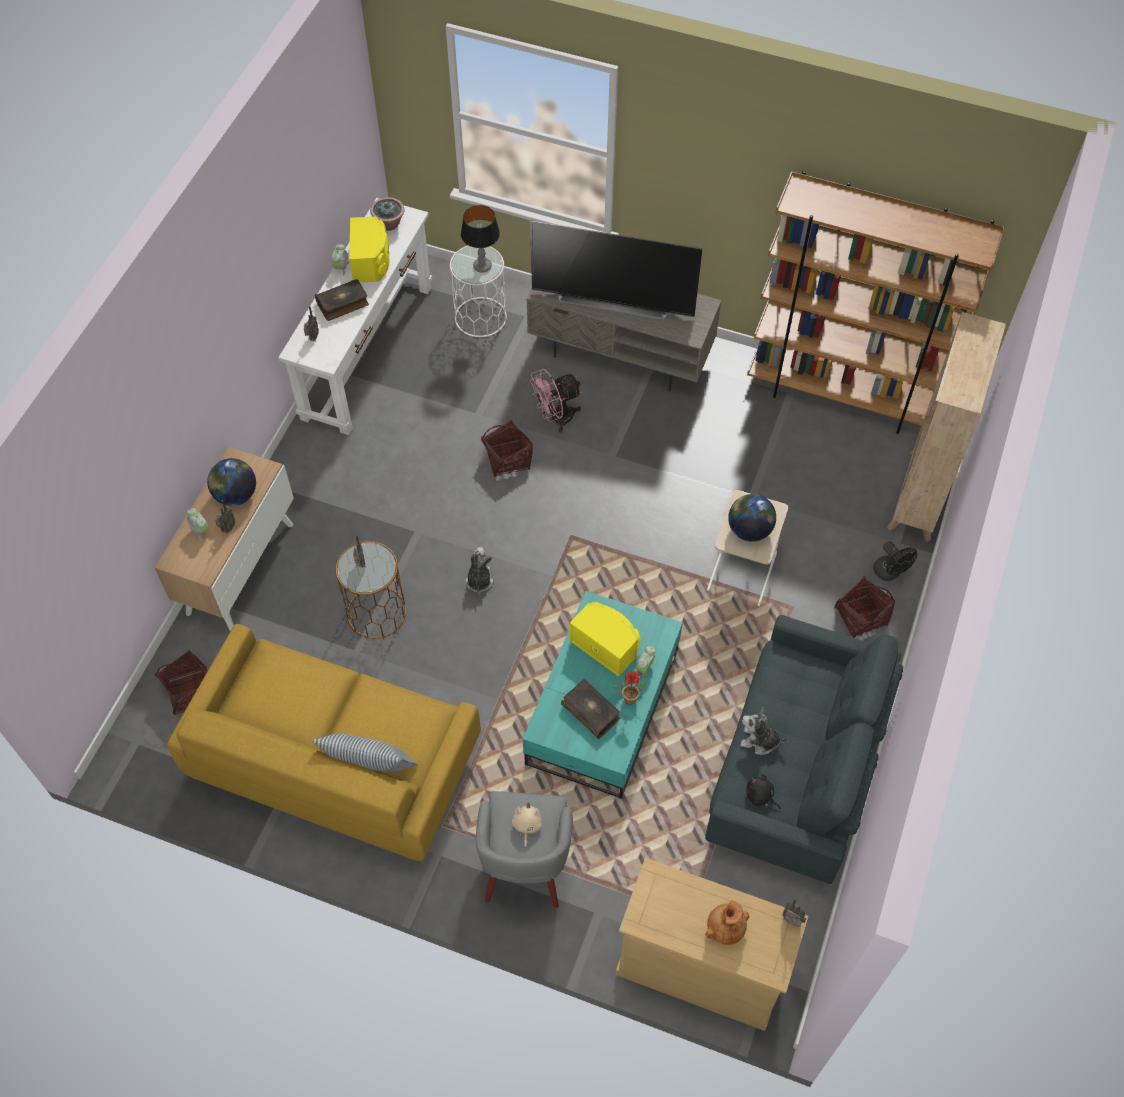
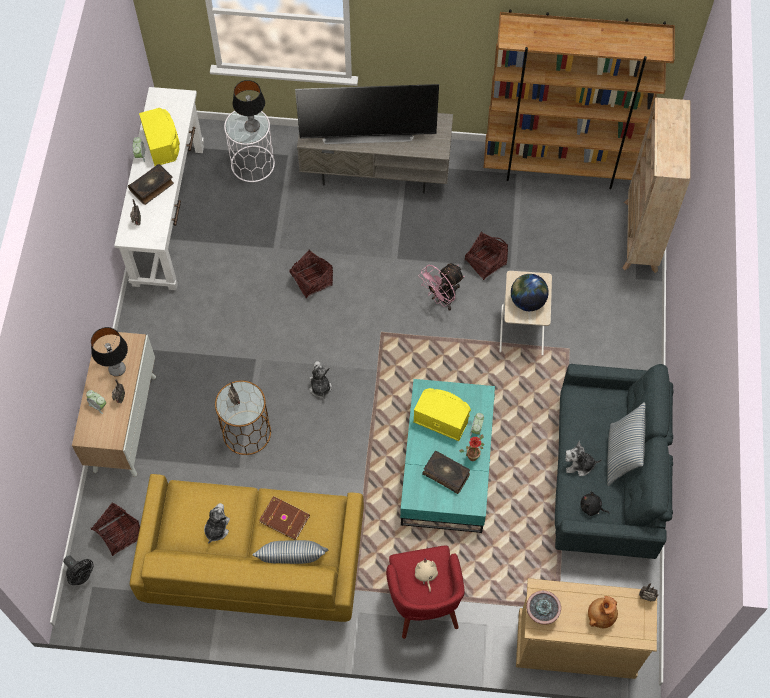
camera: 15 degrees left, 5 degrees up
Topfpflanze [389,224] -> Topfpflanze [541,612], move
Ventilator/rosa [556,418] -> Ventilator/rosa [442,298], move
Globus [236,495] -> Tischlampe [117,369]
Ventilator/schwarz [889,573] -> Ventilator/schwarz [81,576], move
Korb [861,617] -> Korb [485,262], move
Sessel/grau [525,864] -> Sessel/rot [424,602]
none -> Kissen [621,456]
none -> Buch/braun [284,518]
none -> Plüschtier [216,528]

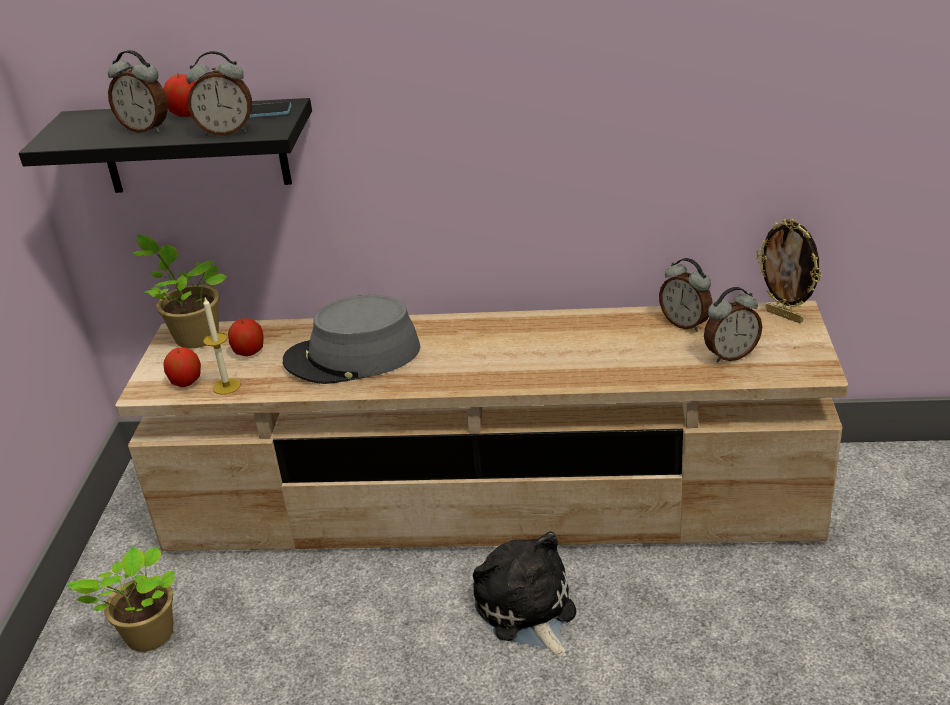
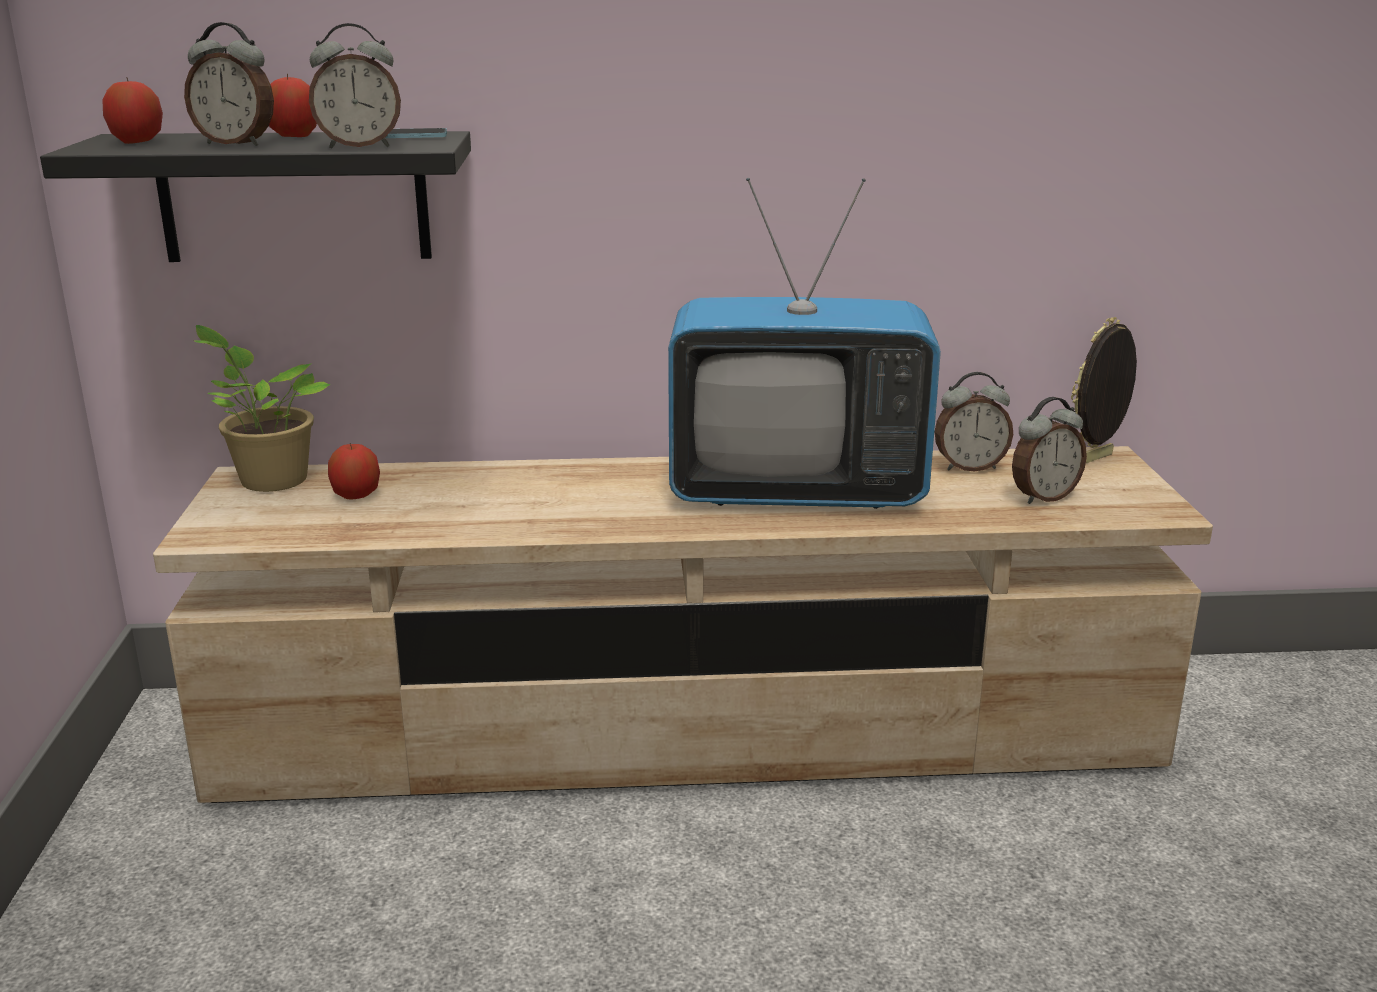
camera: 10 degrees left, 10 degrees down
Bilderrahmen [785,316] -> Bilderrahmen [1096,460], 105 degrees clockwise
Wecker [685,324] -> Wecker [969,467], 45 degrees counterclockwise
Hut/grau [352,356] -> none
Kerze [226,386] -> none
Apfel [186,382] -> Apfel [137,141], move
Plüschtier [527,611] -> none
Topfpflanze [146,637] -> none
none -> Fernseher [796,492]

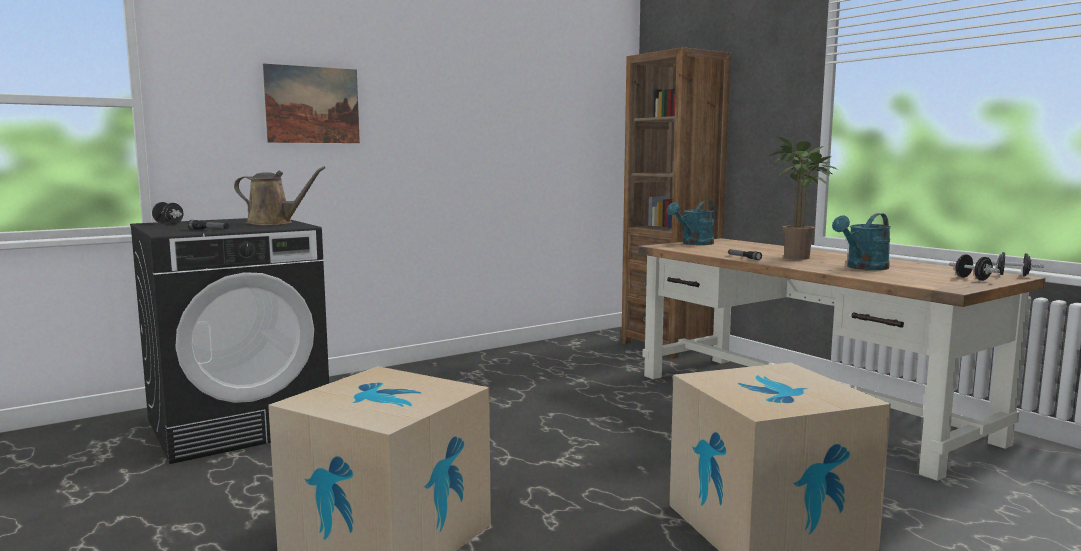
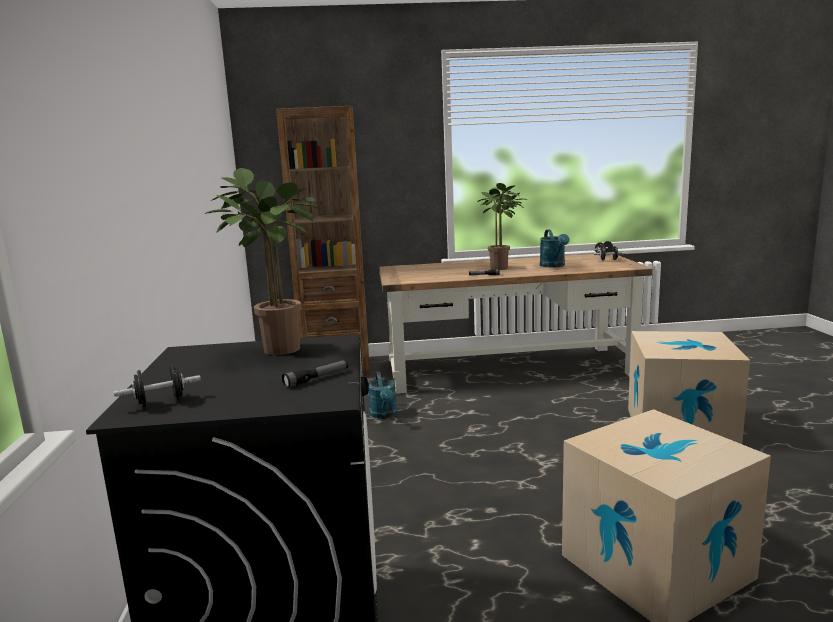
camera: 60 degrees left, 5 degrees up
Bild [312,105] -> none
Gießkanne/braun [274,223] -> Topfpflanze [274,350]
Gießkanne/türkis [694,243] -> Gießkanne/türkis [384,415], move

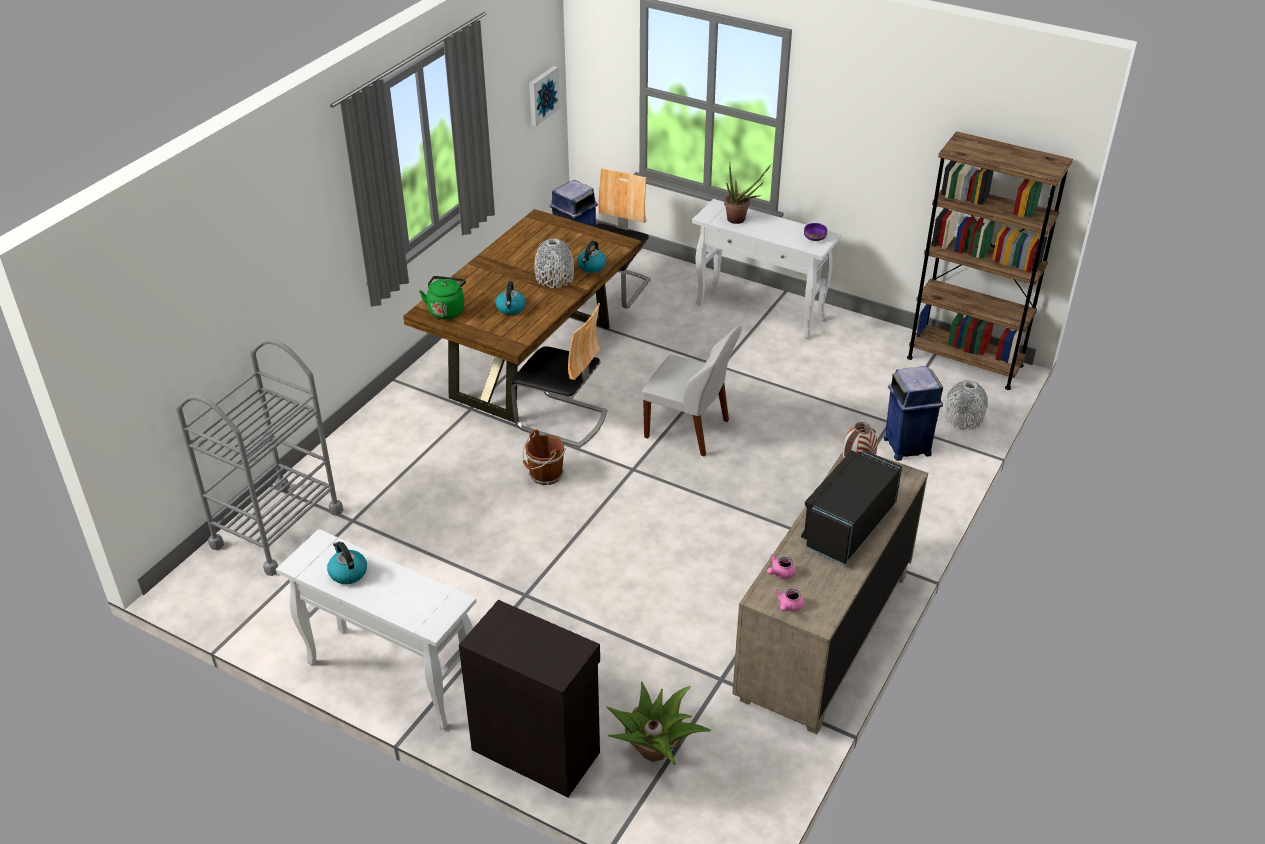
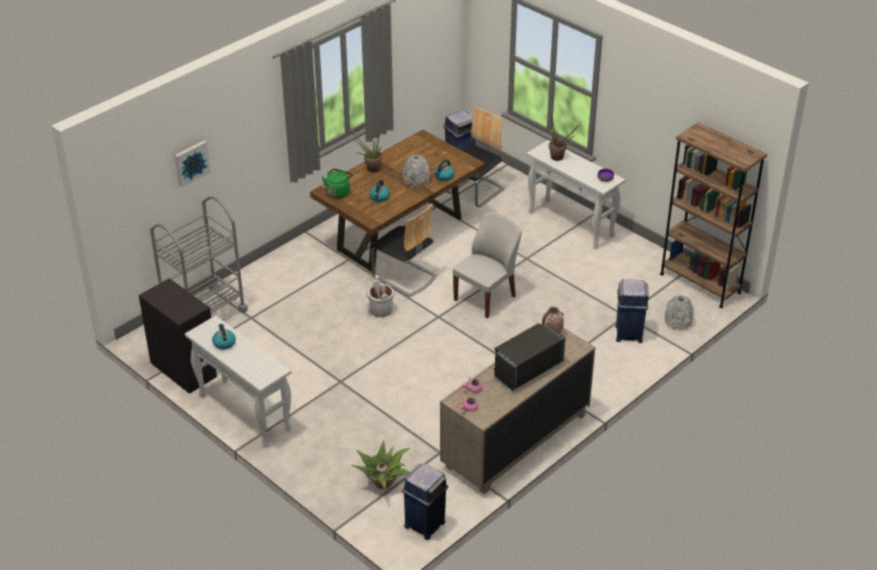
camera: 15 degrees right, 0 degrees up
Bild [542,95] -> Bild [191,162], move
Stuhl/weiß [689,430] -> Stuhl/weiß [486,297], 90 degrees counterclockwise
Eimer/braun [544,475] -> Eimer/weiß [380,310]
Schrank/schwarz [536,749] -> Schrank/schwarz [184,369], move
none -> Topfpflanze [370,168]
none -> Mülleimer/blau [425,524]

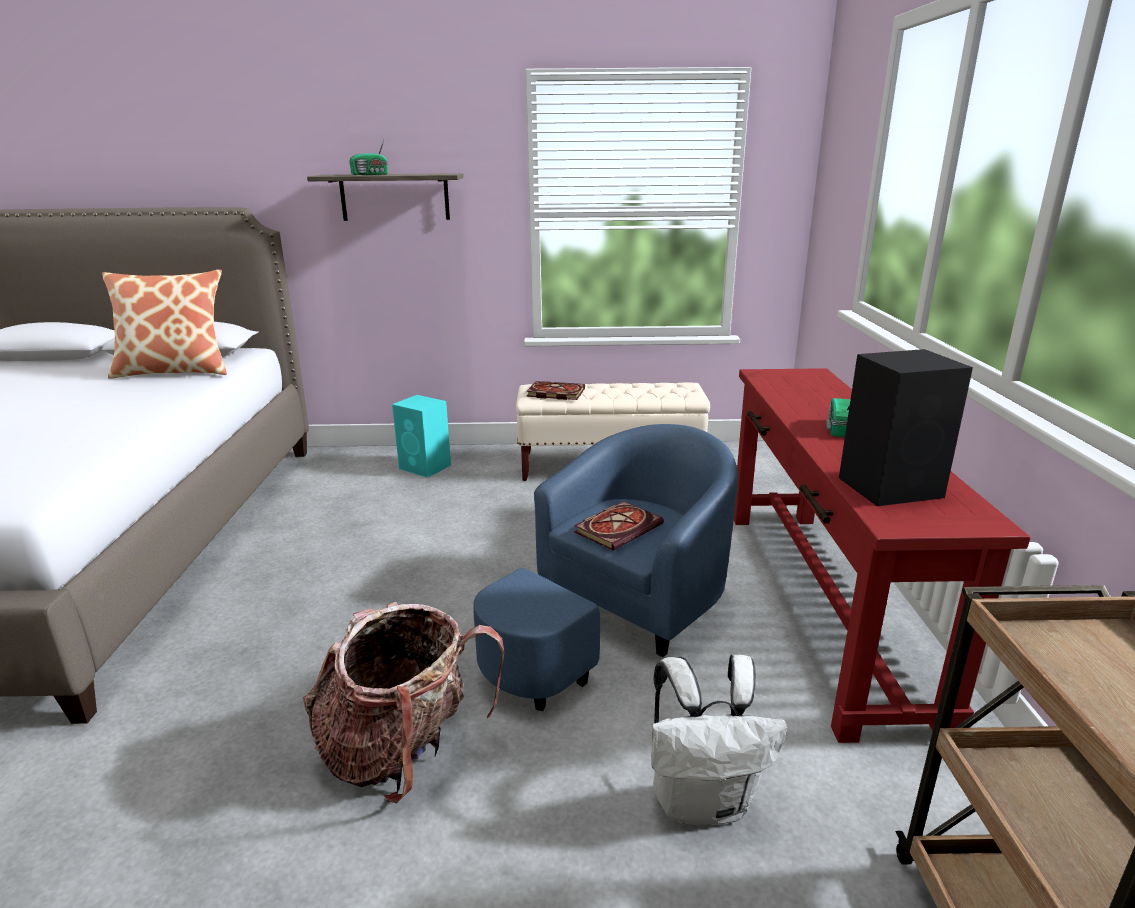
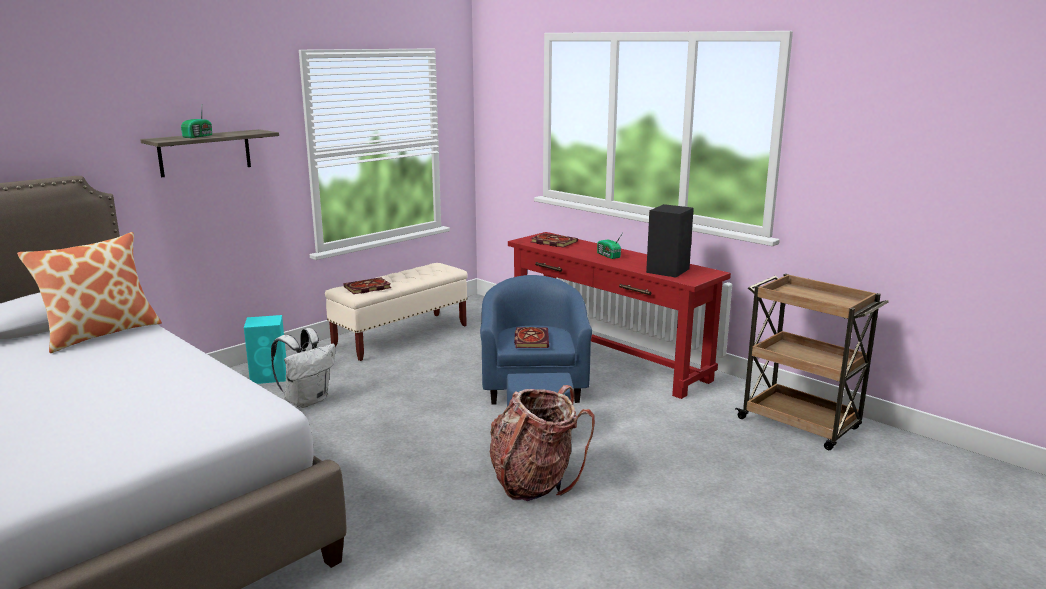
camera: 45 degrees left, 5 degrees down
Rucksack/weiß [703,800] -> Rucksack/weiß [307,400], move
none -> Buch [552,242]

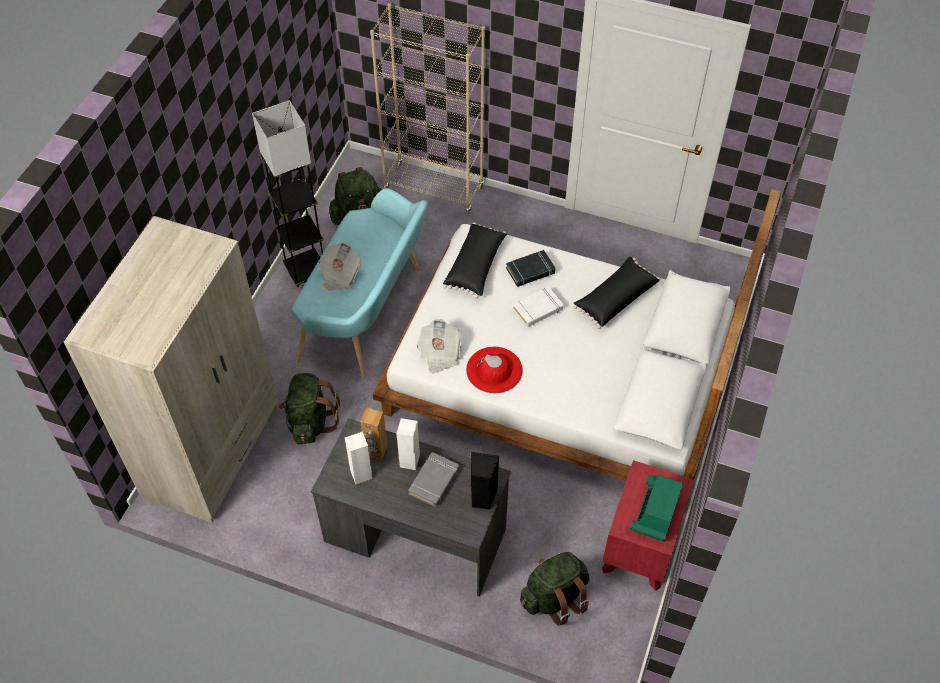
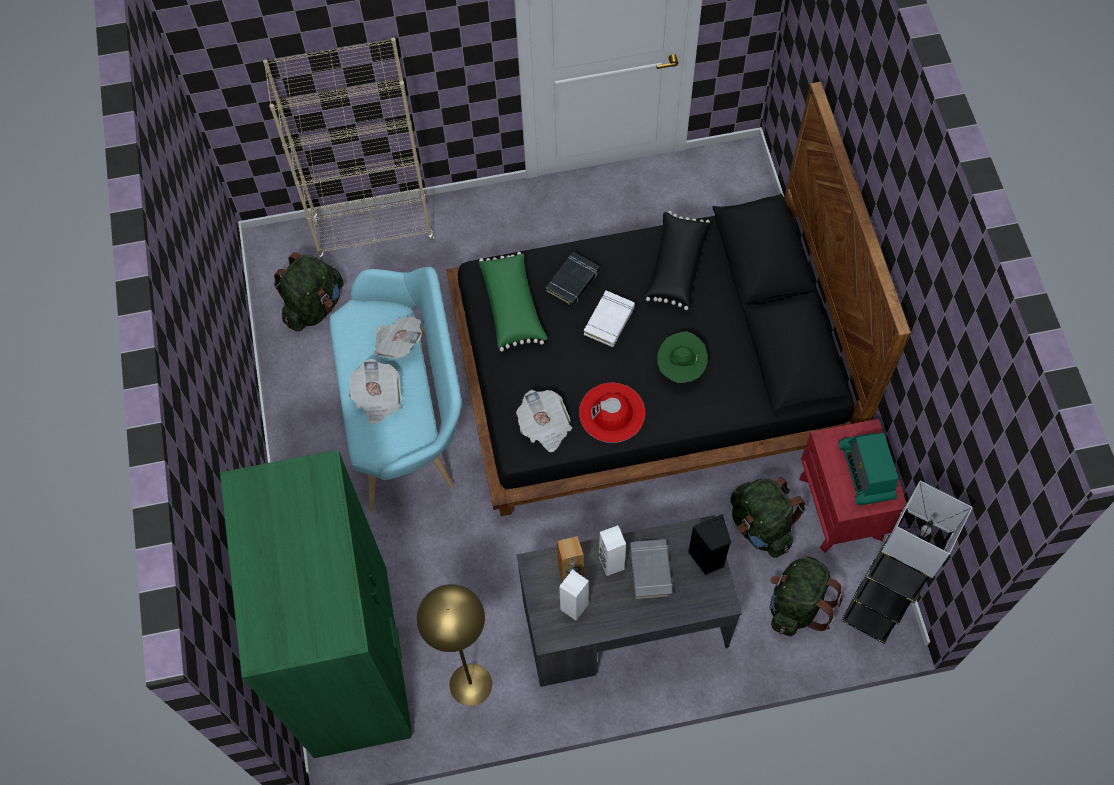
camera: 30 degrees left, 10 degrees up
Stehlampe/grau [306,270] -> Stehlampe/grau [871,614], move
Bett/weiß [560,374] -> Bett/schwarz [648,370]
Kleiderschrank/beige [213,450] -> Kleiderschrank/grün [353,661]
Kissen/schwarz [476,266] -> Kissen/grün [513,307]
Rucksack/grün [310,422] -> Rucksack/grün [761,526], move
none -> Zeitung [398,343]
none -> Hut/grün [680,367]
none -> Stehlampe/gelb [470,684]

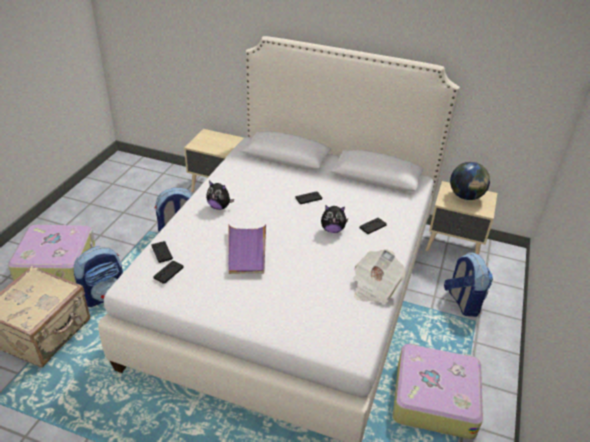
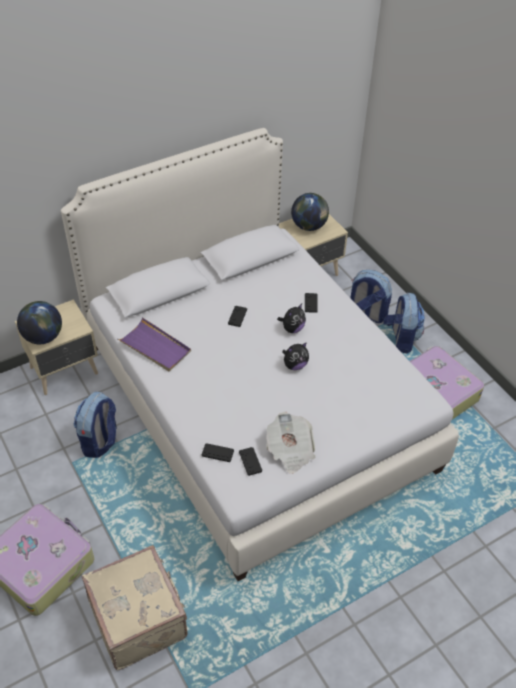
camera: 50 degrees left, 10 degrees up
Plüschtier [219,207] -> Plüschtier [295,365], move
Tablett/lila [246,251] -> Tablett/lila [155,347], move
Rucksack [104,295] -> Rucksack [401,338], move
Zeitung [374,287] -> Zeitung [290,451], move
none -> Globus [43,337]

